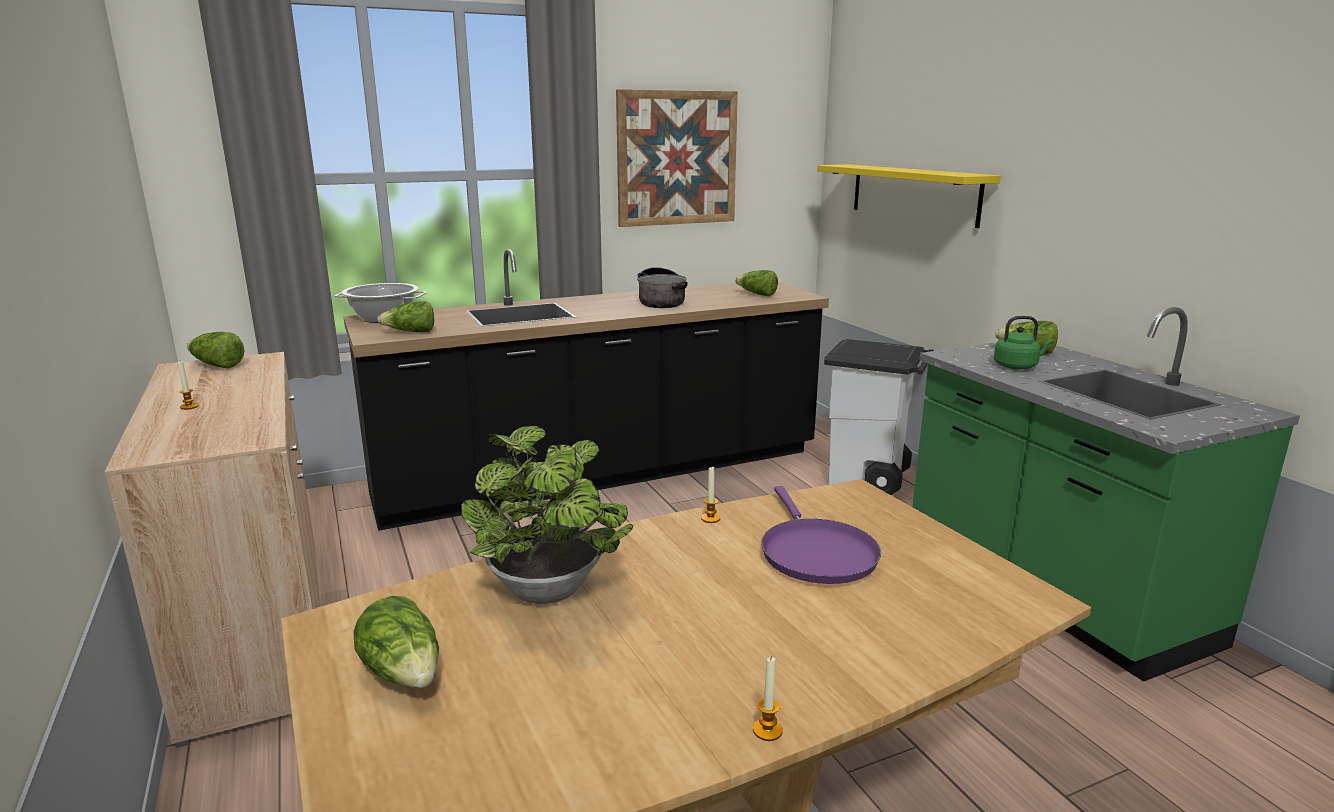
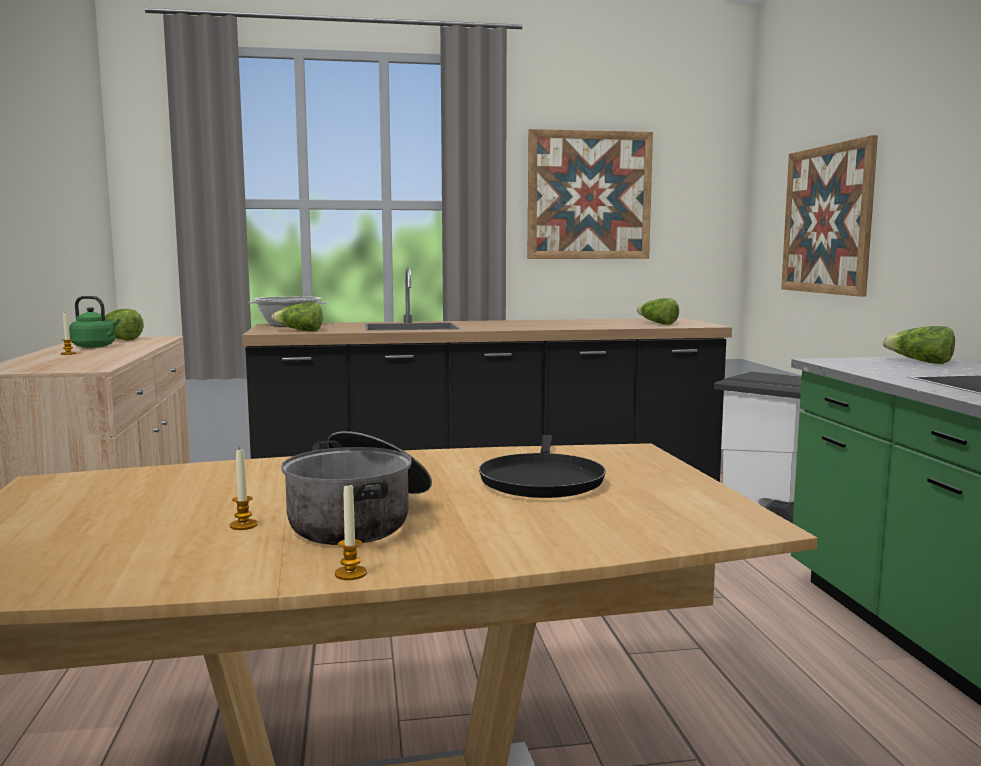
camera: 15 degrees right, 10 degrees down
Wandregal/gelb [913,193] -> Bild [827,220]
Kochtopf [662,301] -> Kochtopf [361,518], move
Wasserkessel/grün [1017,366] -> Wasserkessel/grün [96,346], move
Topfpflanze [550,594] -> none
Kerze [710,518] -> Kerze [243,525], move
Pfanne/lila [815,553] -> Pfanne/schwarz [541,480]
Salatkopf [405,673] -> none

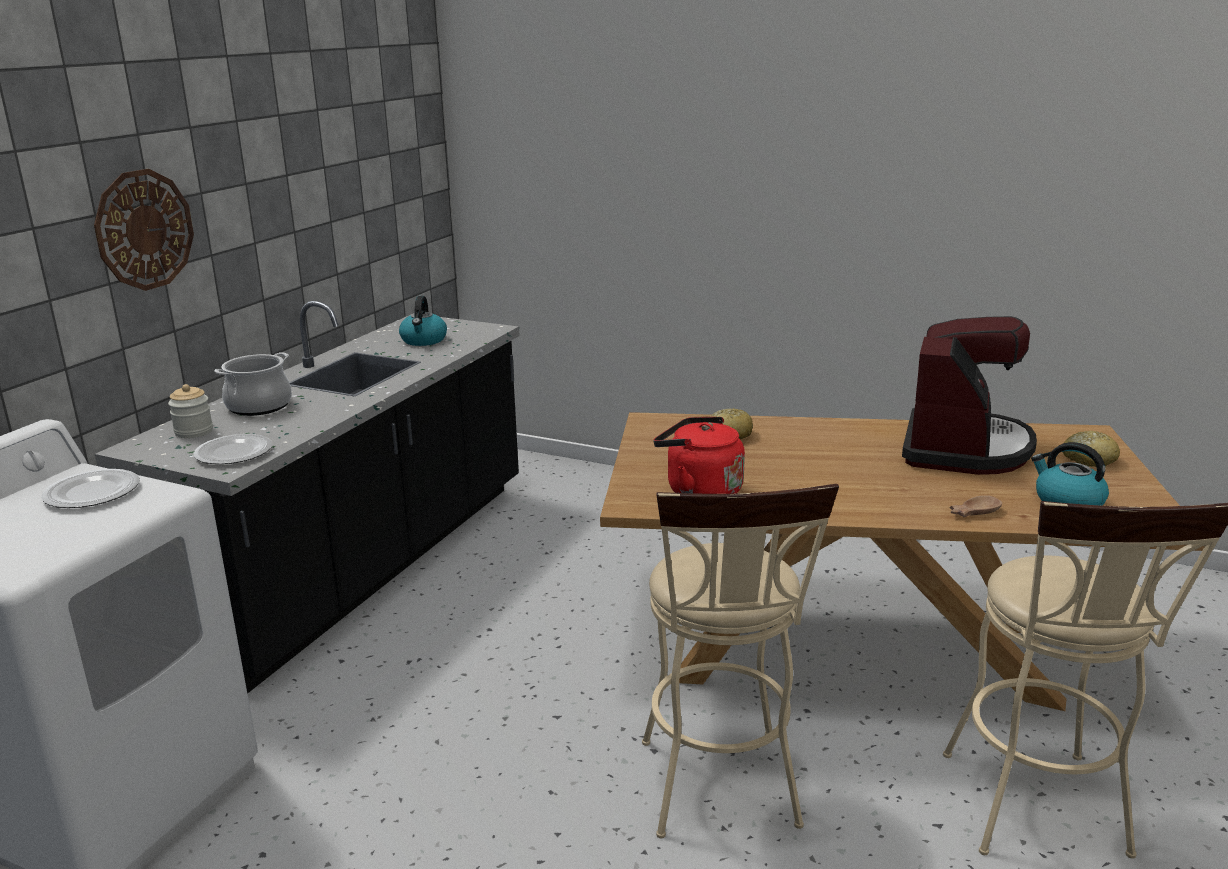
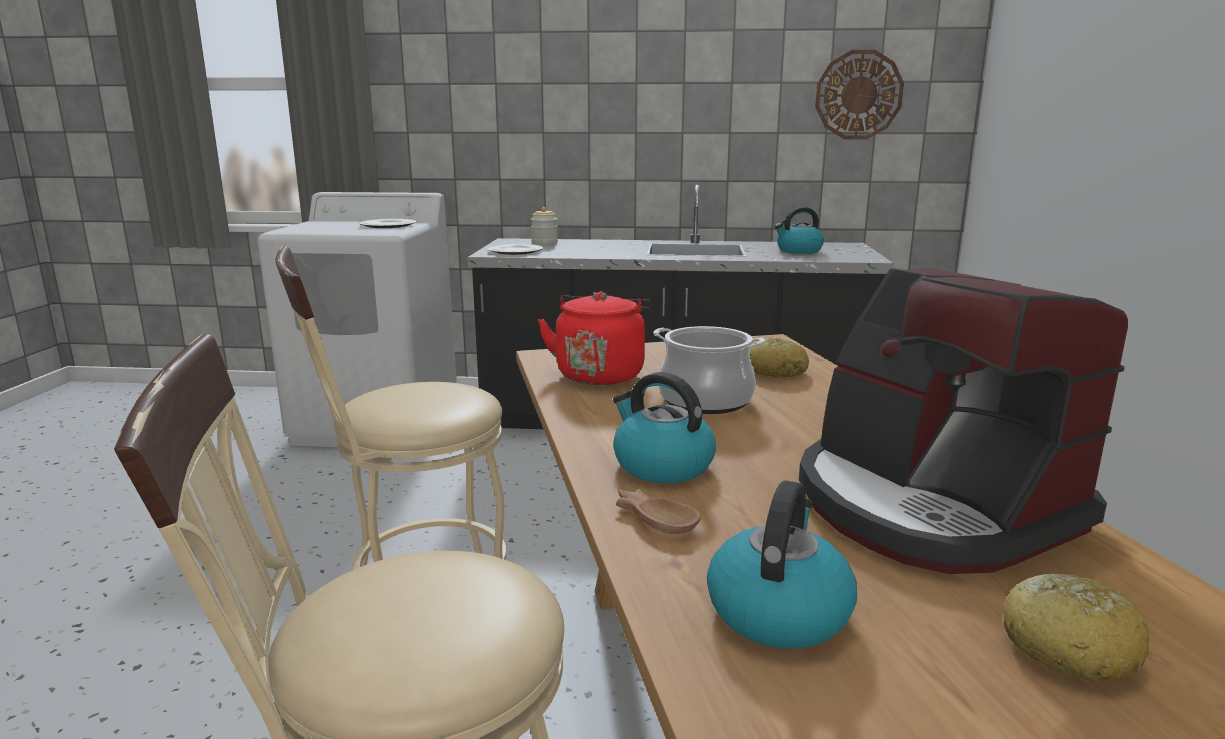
camera: 70 degrees right, 5 degrees down
Wanduhr [144,230] -> Wanduhr [858,95], move
Kaffeemaschine [964,448] -> Kaffeemaschine [929,507], 60 degrees clockwise
Kochtopf [259,406] -> Kochtopf [706,400], move
none -> Wasserkessel [661,465]

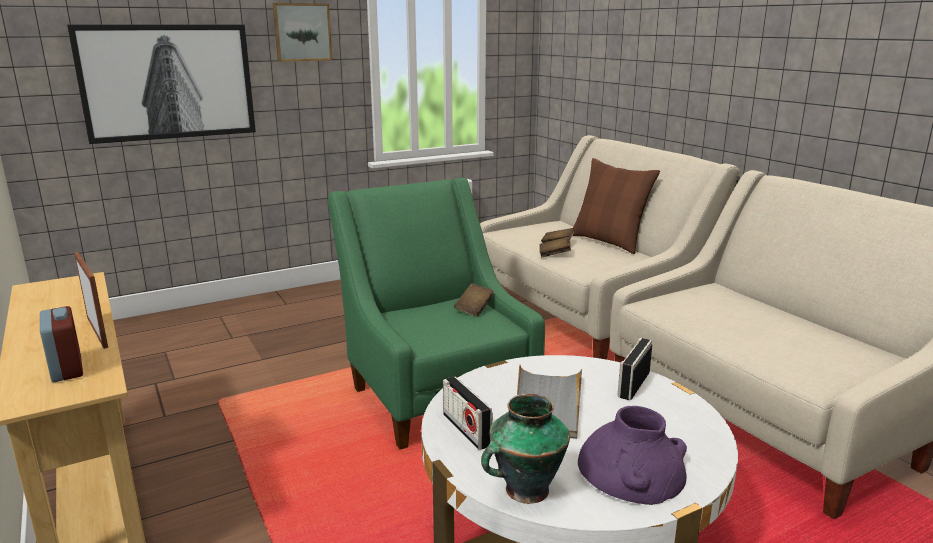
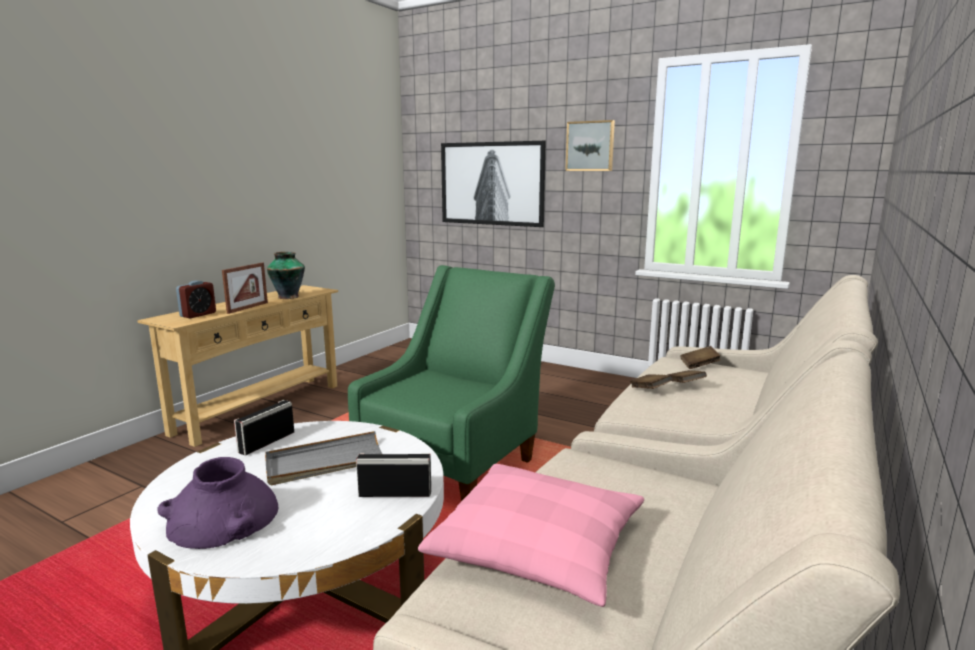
camera: 60 degrees right, 5 degrees down
Kissen/braun [609,242] -> none
Buch/braun [474,309] -> Buch/braun [699,365], move
Vase [525,491] -> Vase [287,297], move
none -> Kissen/rosa [538,546]

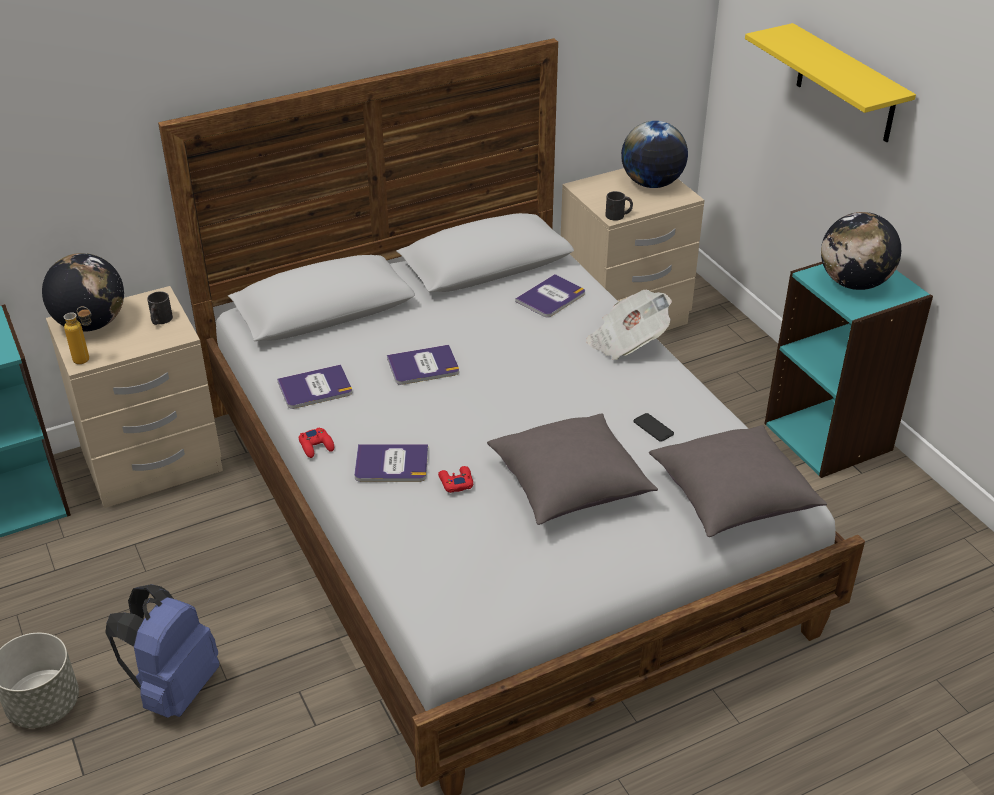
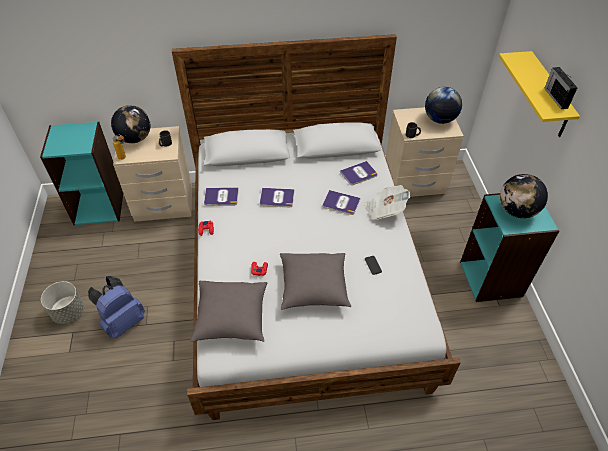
camera: 20 degrees right, 10 degrees up
Kissen/grau [732,499] -> Kissen/grau [231,318], move
Buch [391,464] -> Buch [341,203], move
none -> Radio [555,97]

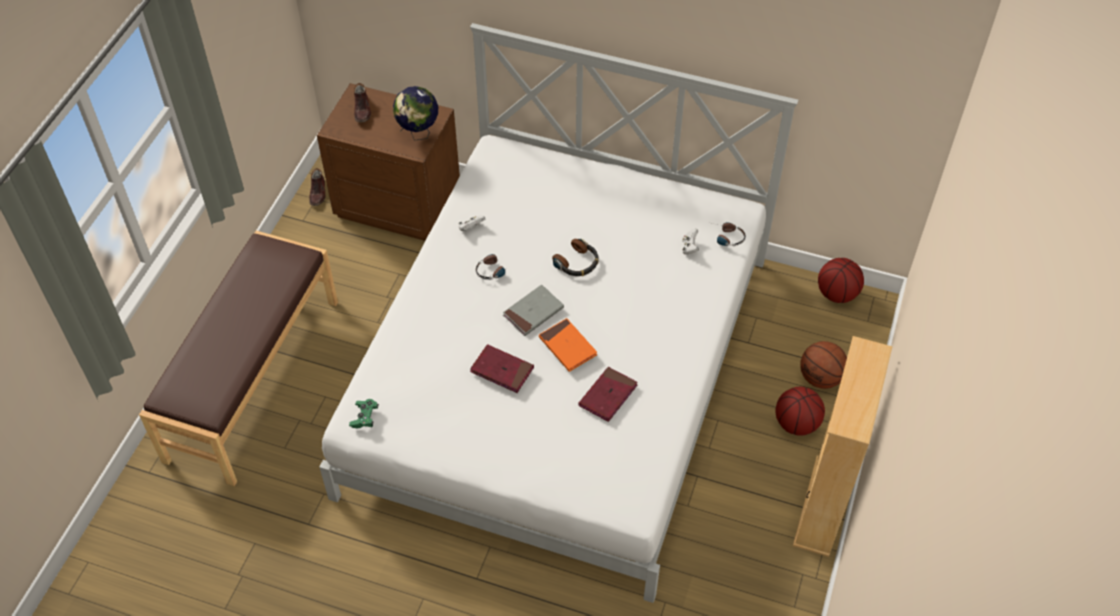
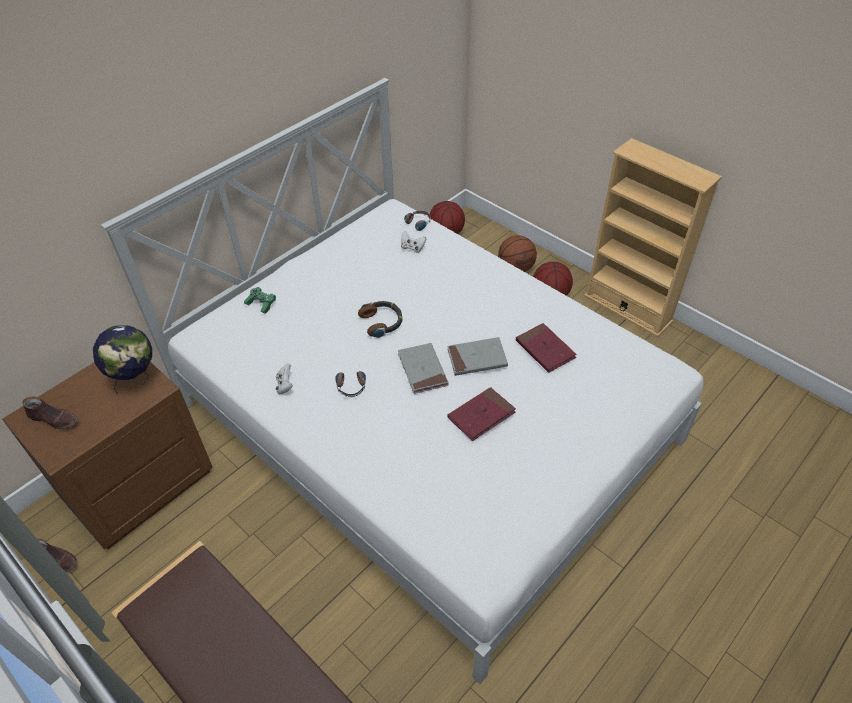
camera: 65 degrees left, 5 degrees down
Buch/orange [567,347] -> Buch/grau [477,358]
Gamepad/grün [364,417] -> Gamepad/grün [261,304], move

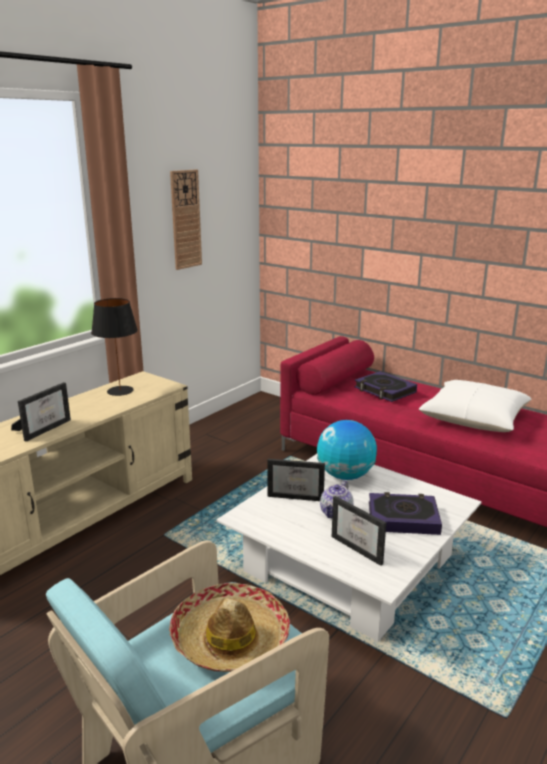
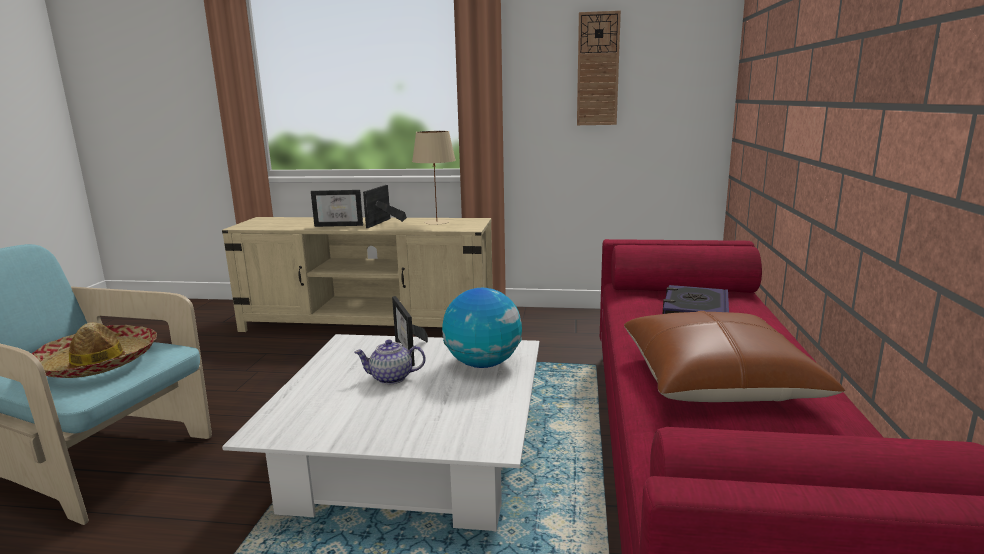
camera: 60 degrees right, 5 degrees down
Tischlampe/schwarz [120,391] -> Tischlampe/beige [437,222]
Kissen/weiß [474,418] -> Kissen/braun [716,380]
Buch [403,518] -> none
Bilderrahmen [361,548] -> Bilderrahmen [382,223], move

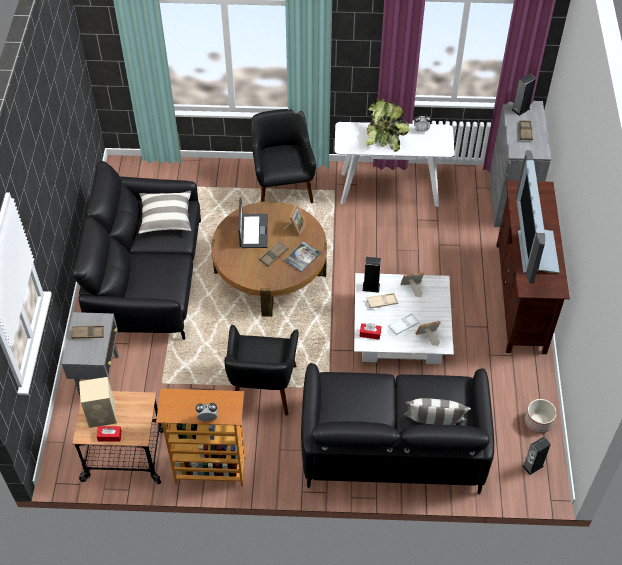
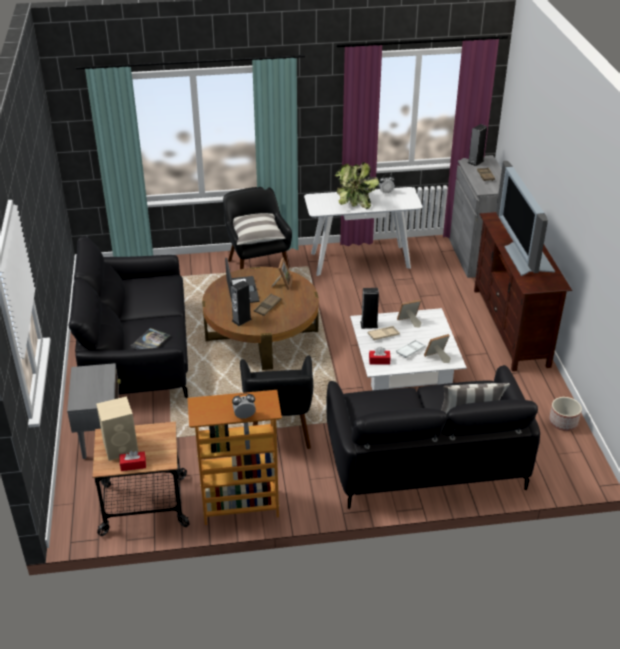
camera: 10 degrees left, 15 degrees down
Kissen [166,218] -> Kissen [256,236], move
Buch [302,257] -> Buch [150,341], move
Tablett/braun [88,333] -> none
Lautsprecher [533,466] -> Lautsprecher [241,320], move

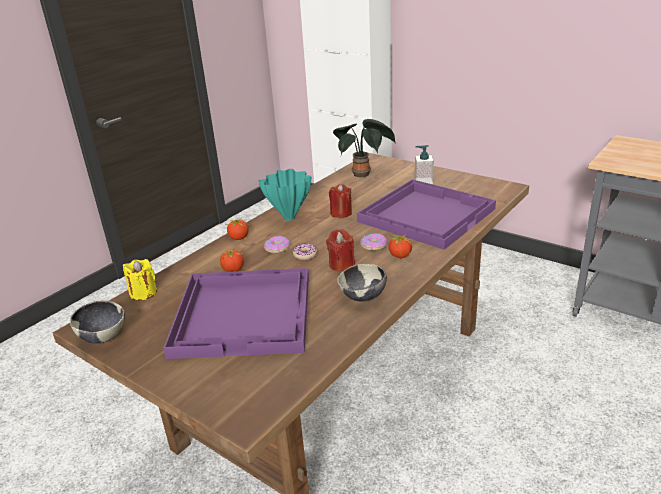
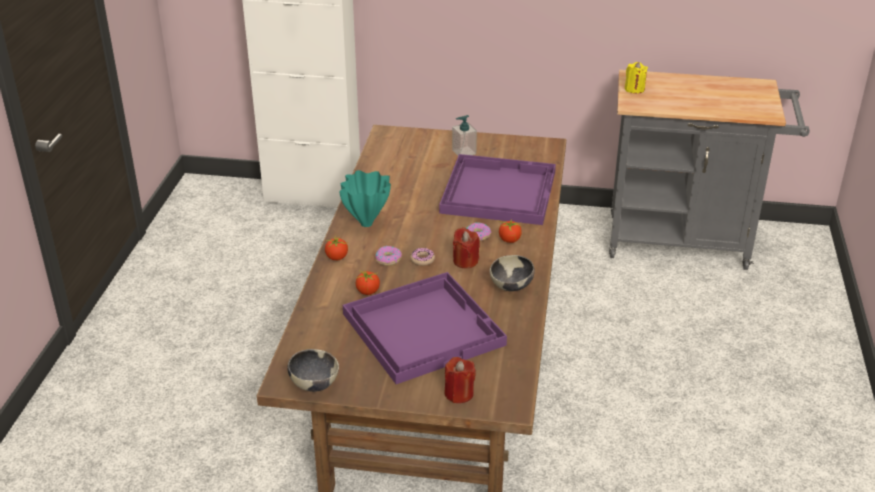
camera: 30 degrees left, 5 degrees up
Topfpflanze [363,174] -> none
Kerze/rot [341,213] -> Kerze/rot [459,393], move
Kerze/gelb [143,293] -> Kerze/gelb [634,89], move

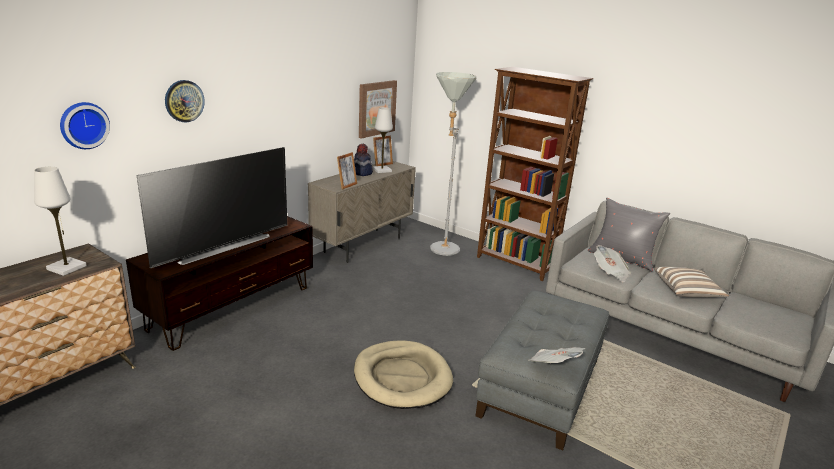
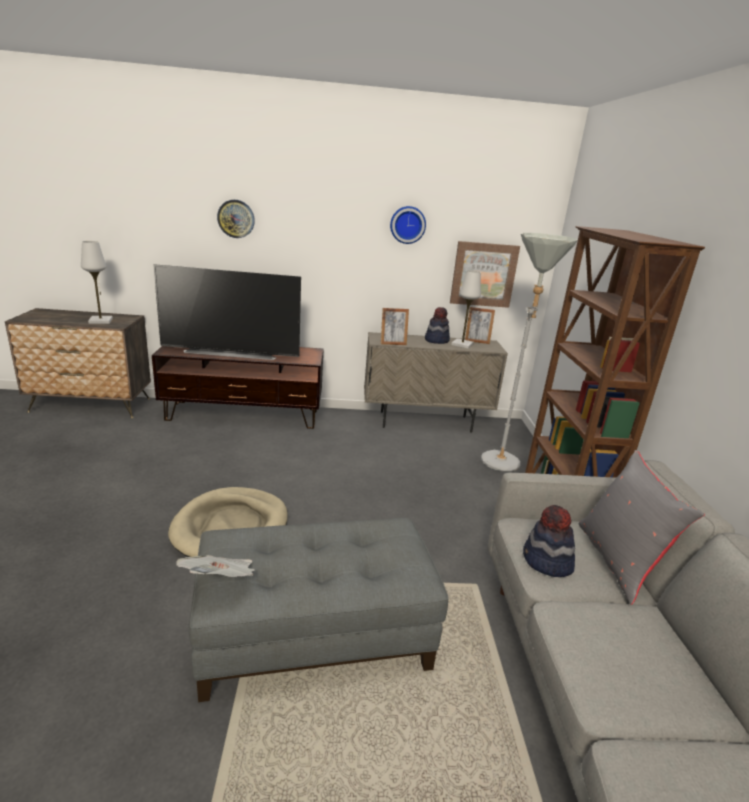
camera: 50 degrees right, 0 degrees up
Wanduhr [83,125] -> Wanduhr [407,225], move
Zeitung [610,273] -> Hut [546,562]
Kissen [687,291] -> none

